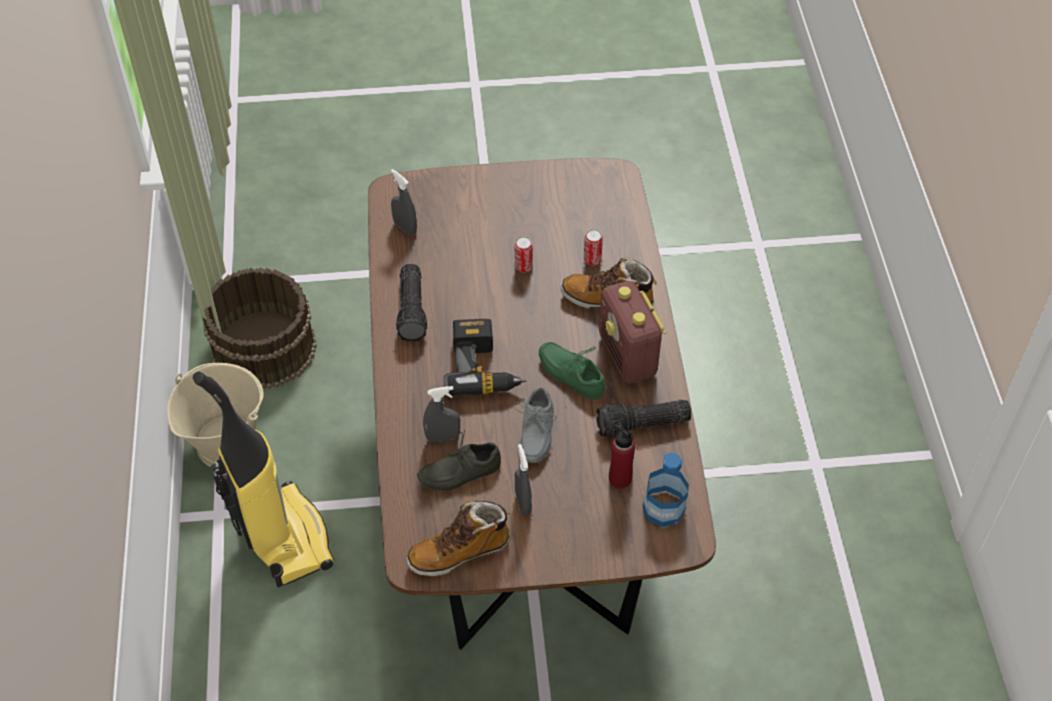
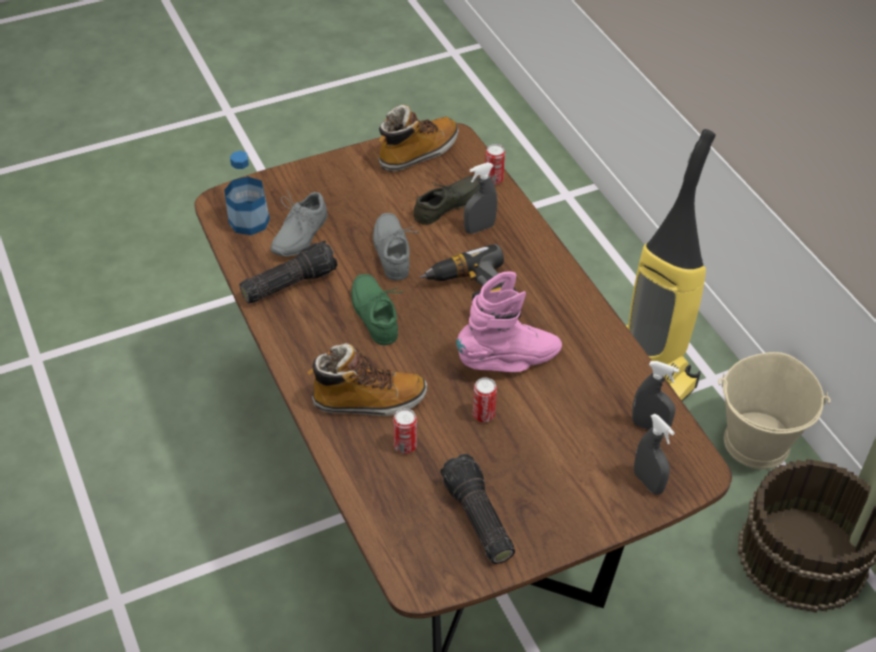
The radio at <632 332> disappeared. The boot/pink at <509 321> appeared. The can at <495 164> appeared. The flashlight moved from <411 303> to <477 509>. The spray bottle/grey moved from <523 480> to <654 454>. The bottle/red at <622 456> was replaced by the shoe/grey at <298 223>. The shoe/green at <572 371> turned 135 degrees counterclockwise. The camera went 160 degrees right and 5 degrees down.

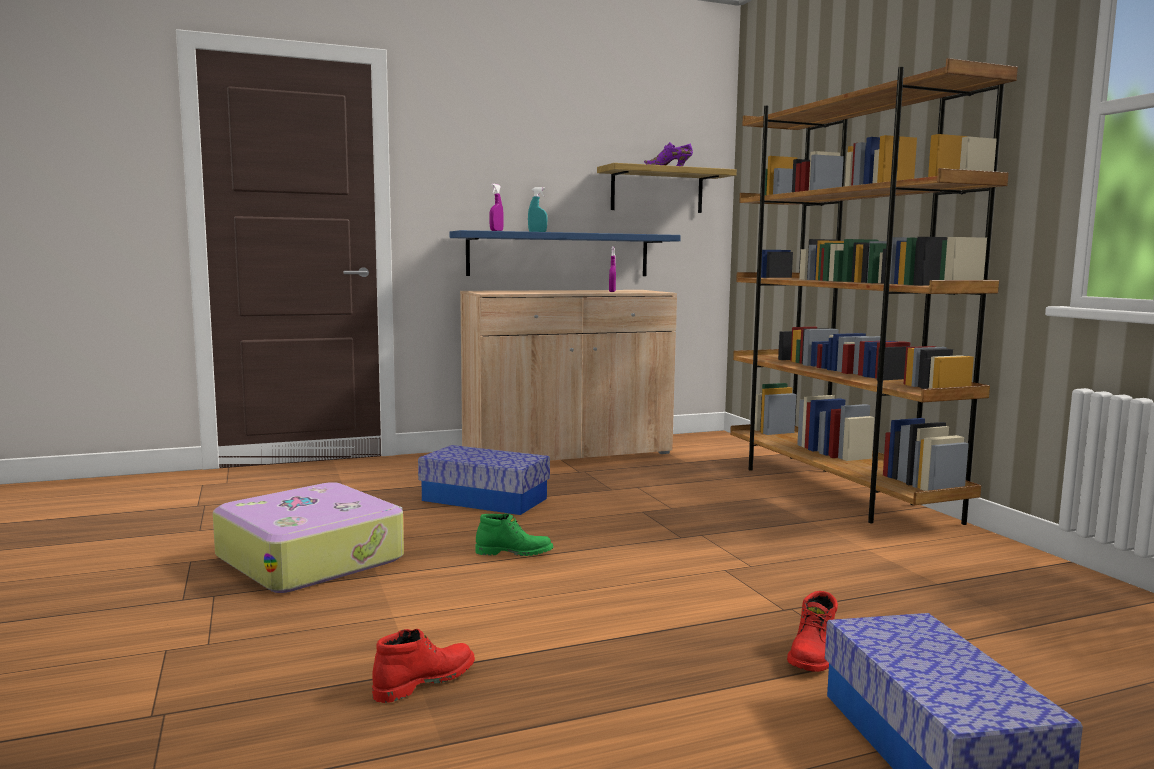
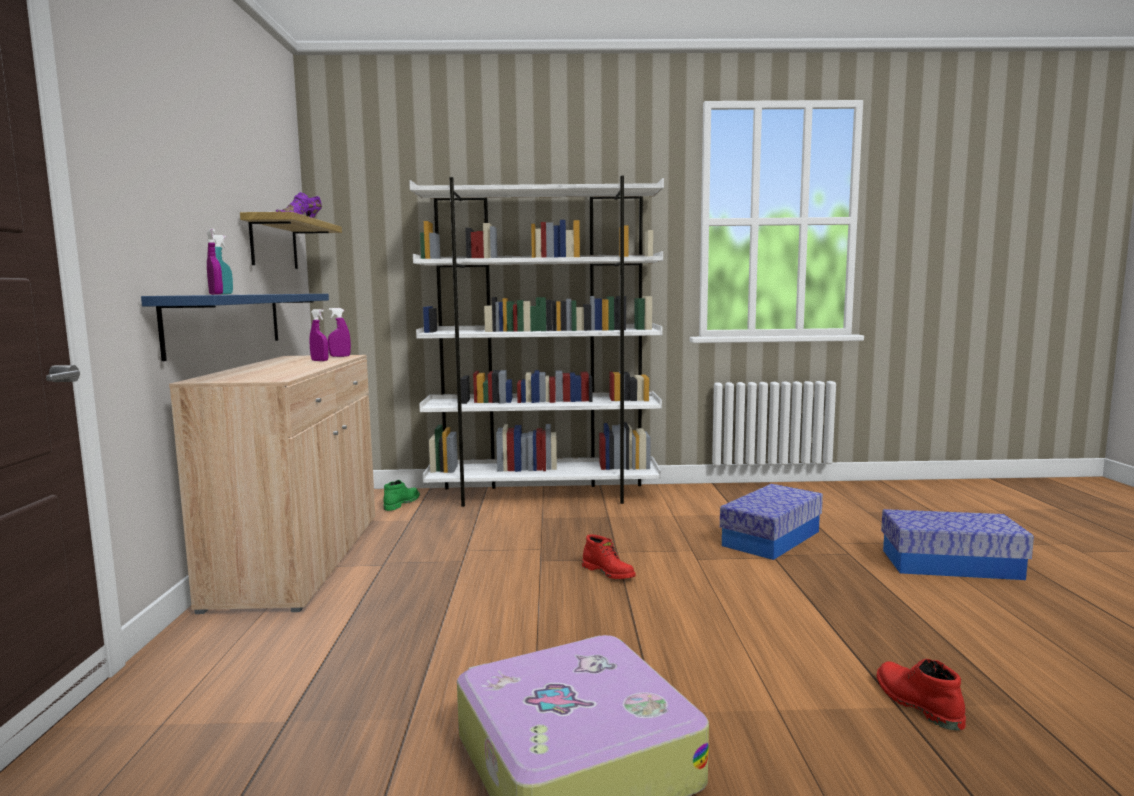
The spray bottle/purple at <339 332> appeared. The storage box moved from <484 480> to <771 522>. The boot/green moved from <514 535> to <401 495>. The boot/red moved from <812 631> to <609 556>. The bookcase/brown at <874 291> became the bookcase/white at <536 341>. The camera went 70 degrees left and 0 degrees up.

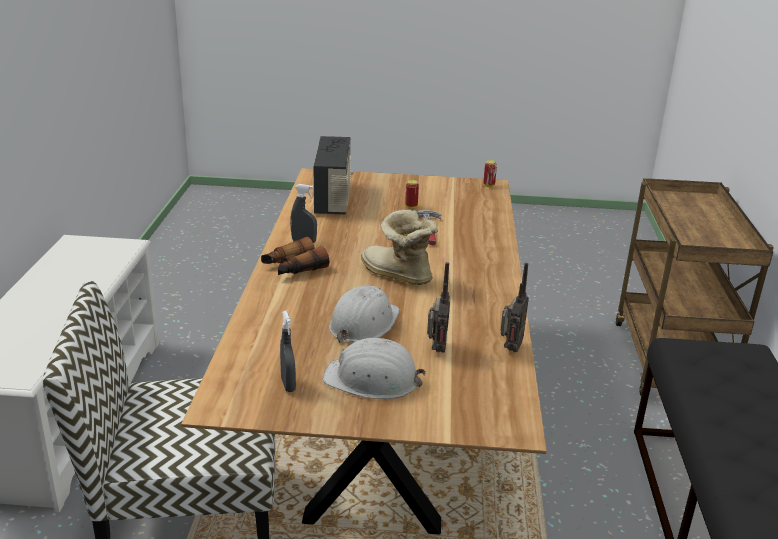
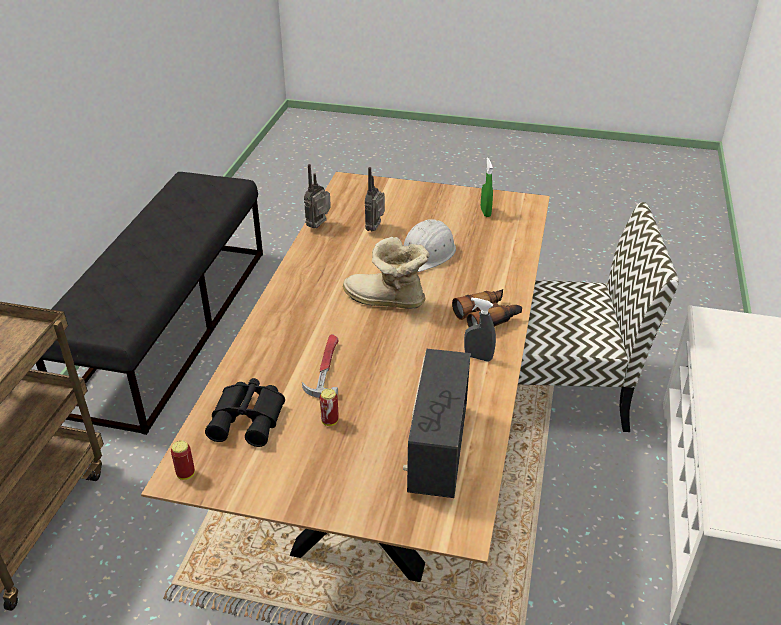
The hard hat/white at <374 368> disappeared. The binoculars/black at <245 412> appeared. The spray bottle/grey at <288 351> became the spray bottle/green at <487 187>. The boot at <399 247> turned 150 degrees clockwise. The camera went 170 degrees left and 10 degrees up.

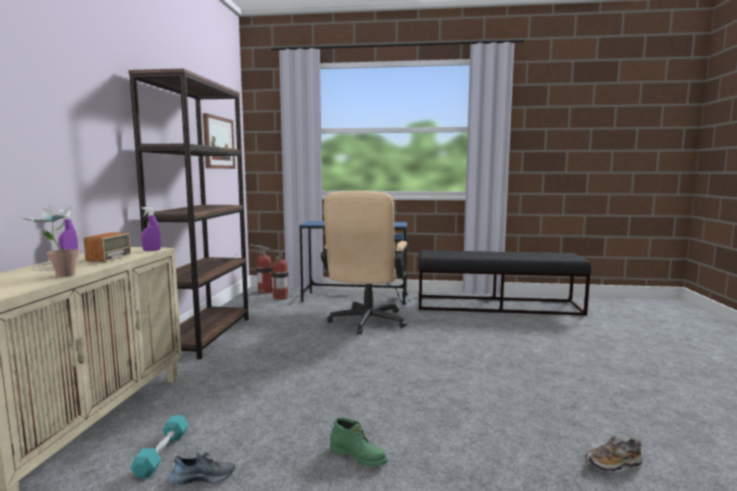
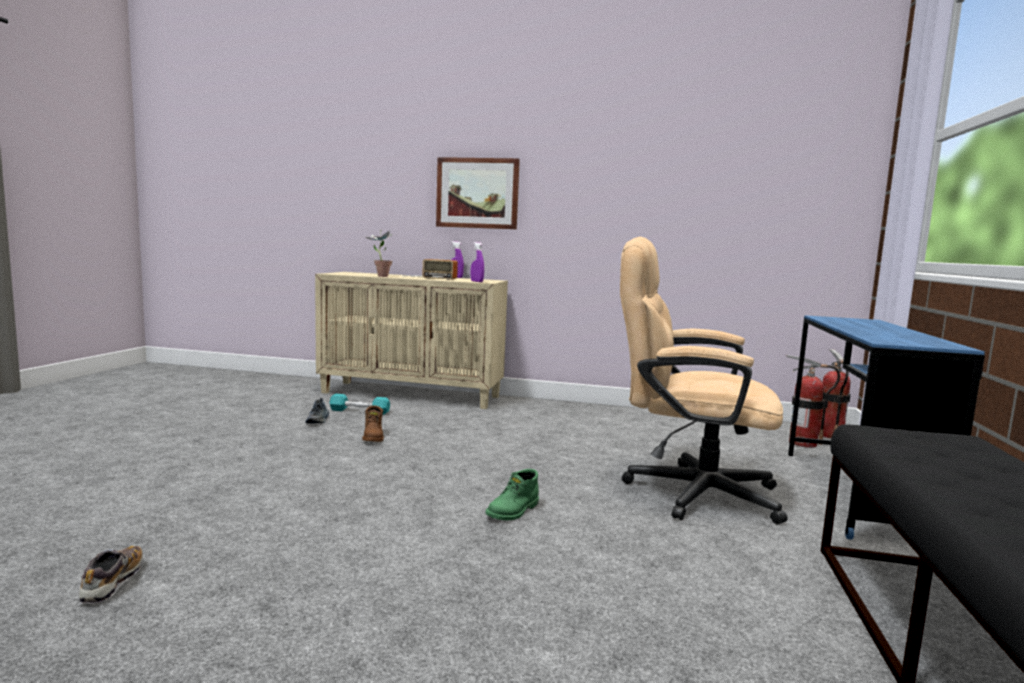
The bookcase/brown at <189 214> disappeared. The boot/brown at <373 424> appeared. The picture moved from <219 141> to <478 193>. The boot/green moved from <359 442> to <512 495>. The camera went 95 degrees right and 0 degrees up.

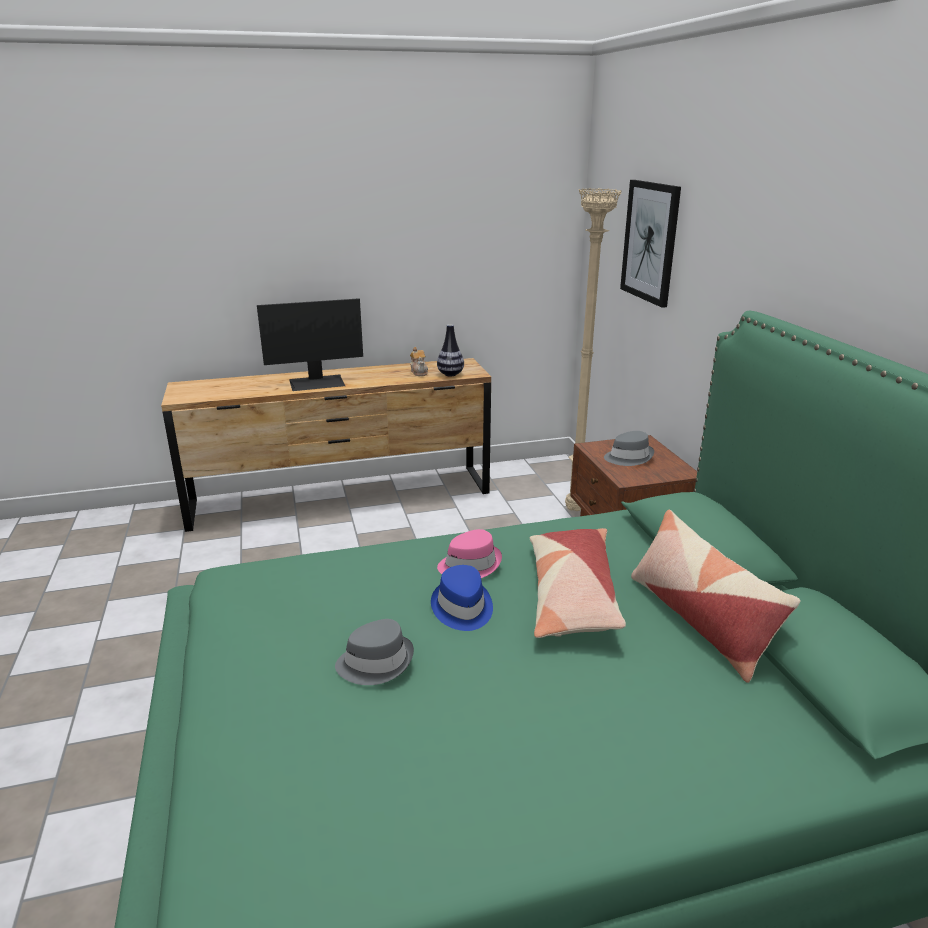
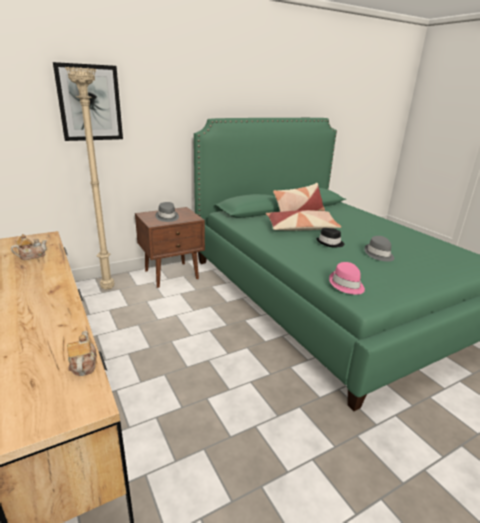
The monitor at <310 344> disappeared. The vase at <450 350> disappeared. The teapot at <82 353> appeared. The hat/pink moved from <469 553> to <347 278>. The hat/blue at <462 598> became the hat/black at <330 237>. The camera went 105 degrees left and 0 degrees up.

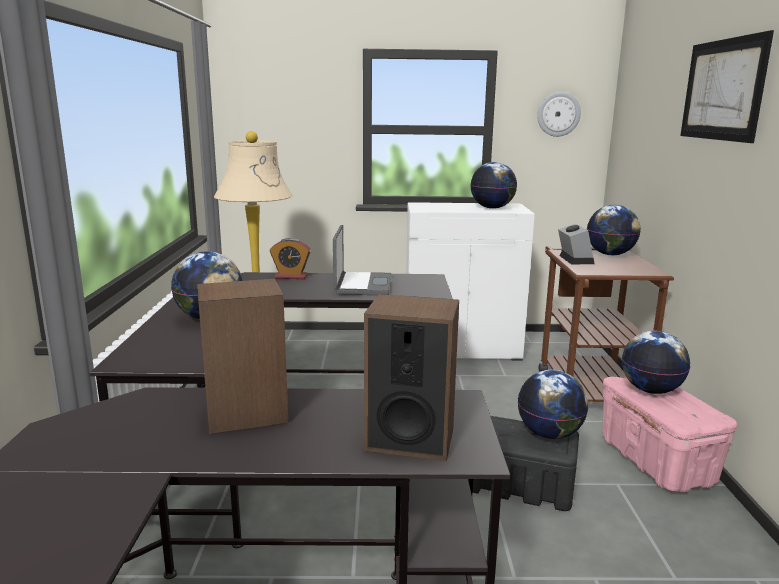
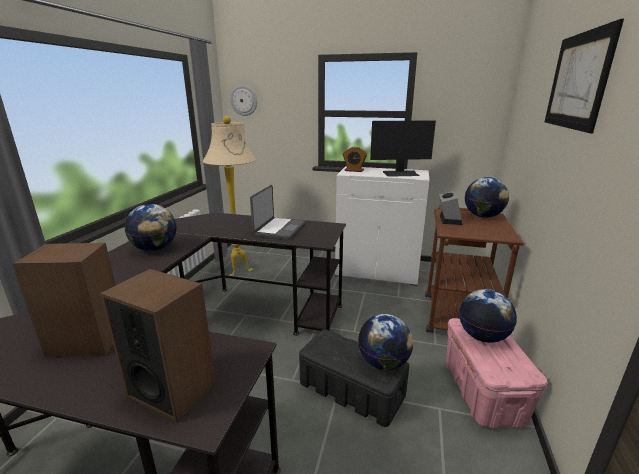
The alarm clock moved from <290 258> to <355 159>. The wall clock moved from <559 114> to <243 100>. The globe at <494 185> was replaced by the monitor at <403 149>. The camera went 15 degrees right and 5 degrees up.

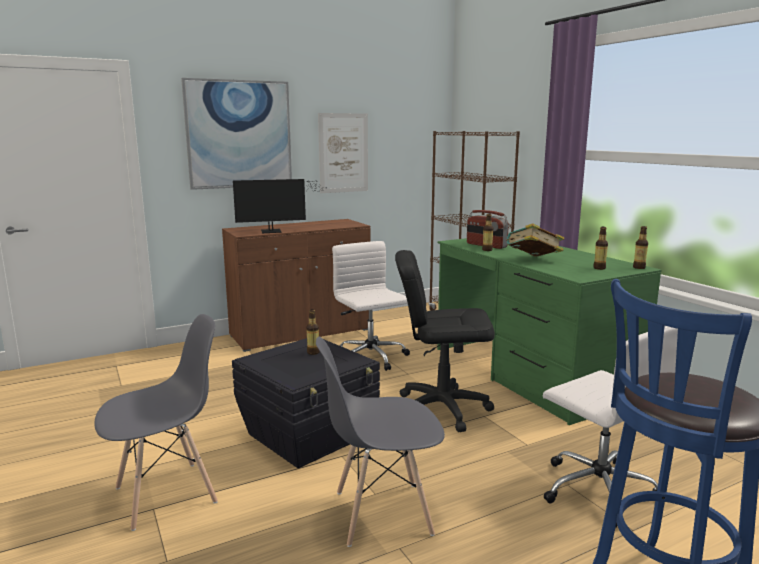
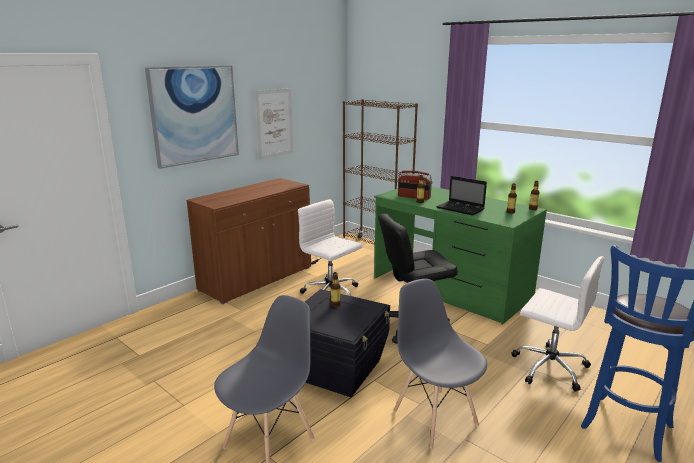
The monitor at <279 206> disappeared. The book at <535 240> was replaced by the laptop at <461 195>. The chair/grey at <380 442> turned 90 degrees clockwise. The camera went 20 degrees left and 5 degrees up.

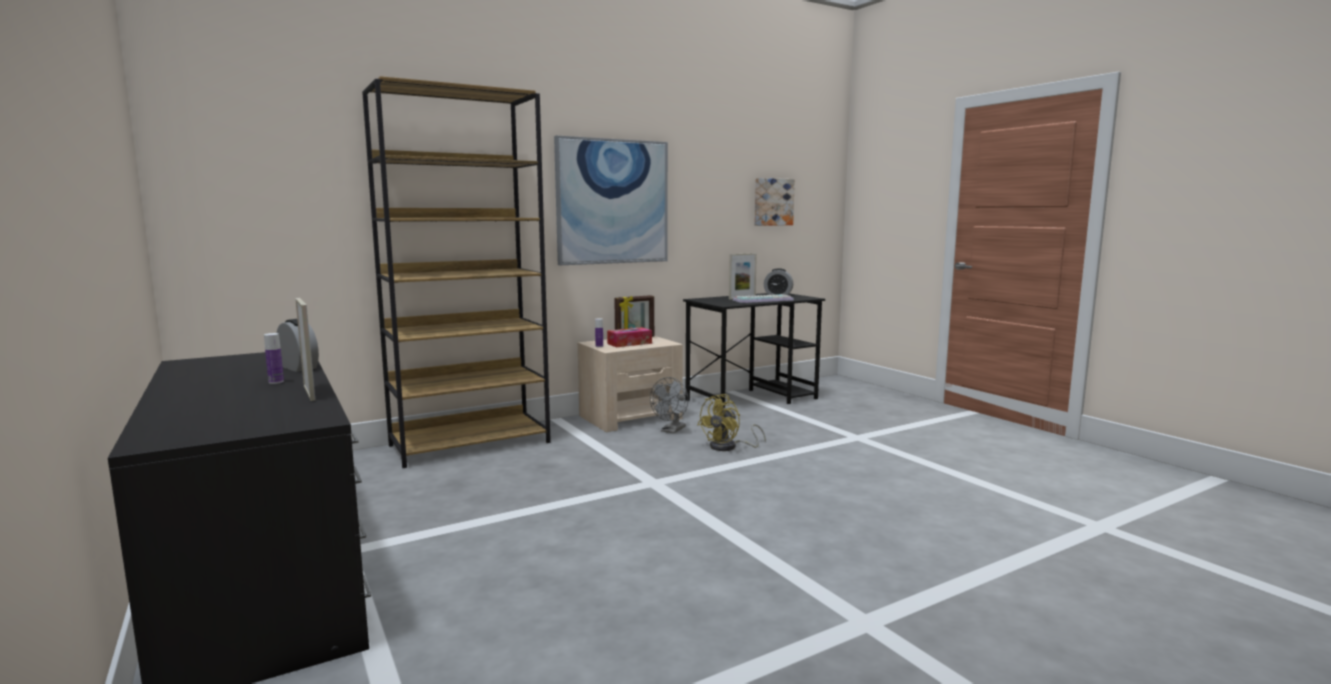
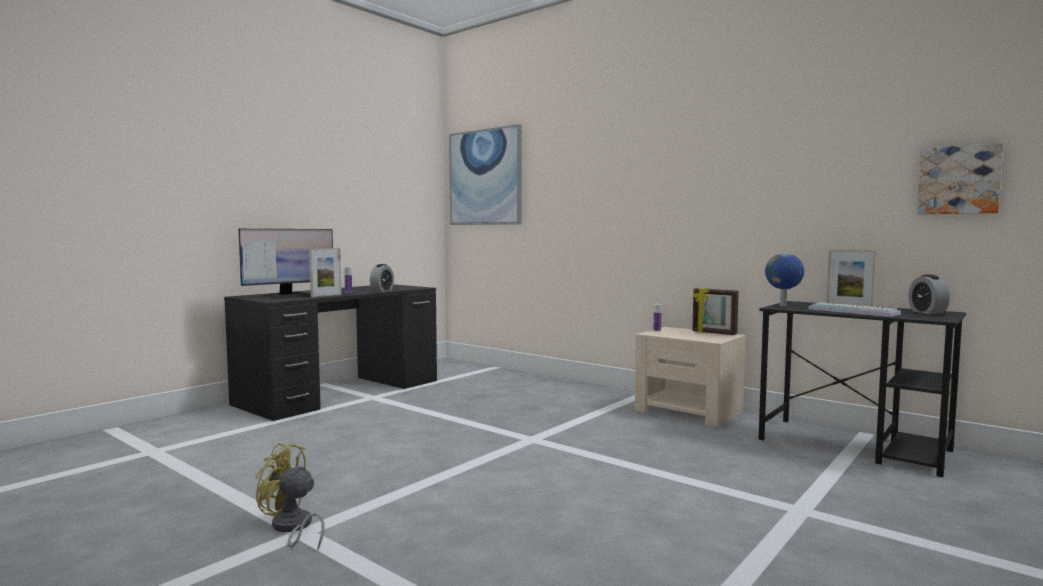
The bookcase/brown at <456 272> disappeared. The tissue box at <629 337> disappeared. The fan/grey at <669 405> disappeared. The monitor at <286 264> appeared. The globe at <784 280> appeared. The picture moved from <611 200> to <485 174>. The fan/yellow moved from <732 422> to <290 496>. The camera went 70 degrees right and 5 degrees down.

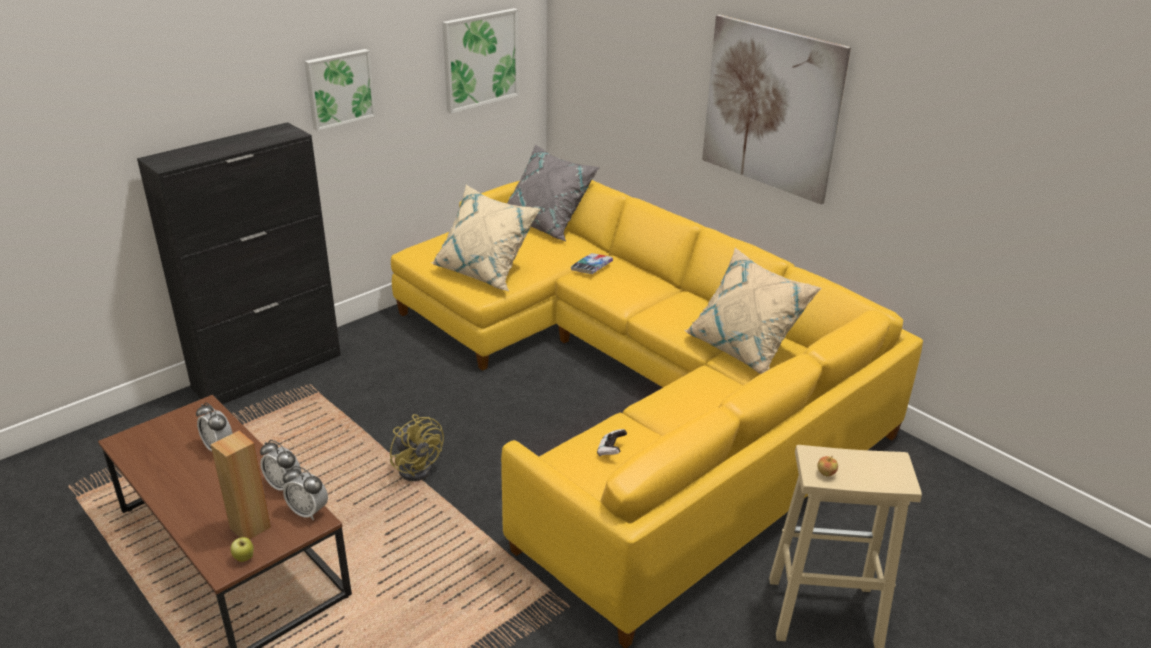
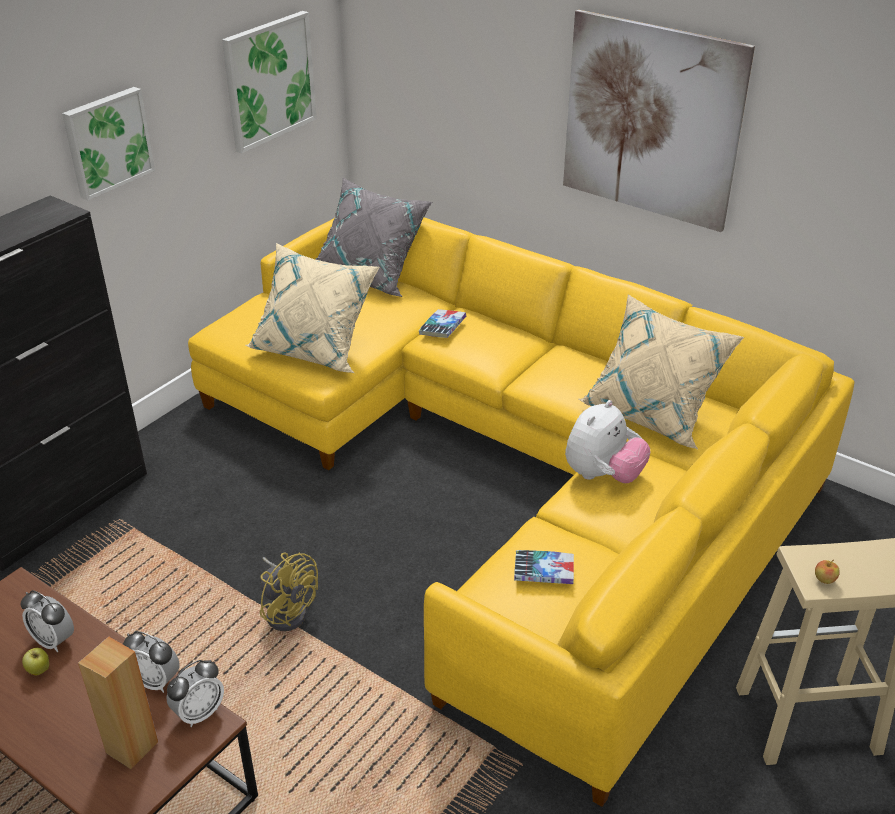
The plush toy at <607 441> appeared. The apple moved from <242 549> to <35 661>. The game controller at <612 442> was replaced by the book at <544 567>. The alarm clock at <305 493> turned 60 degrees counterclockwise. The camera went 10 degrees left and 5 degrees up.

